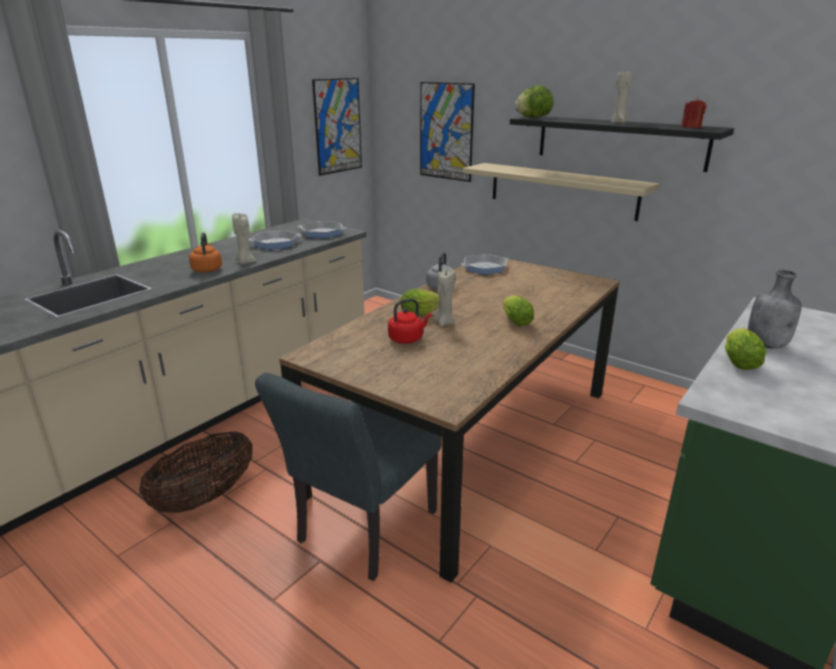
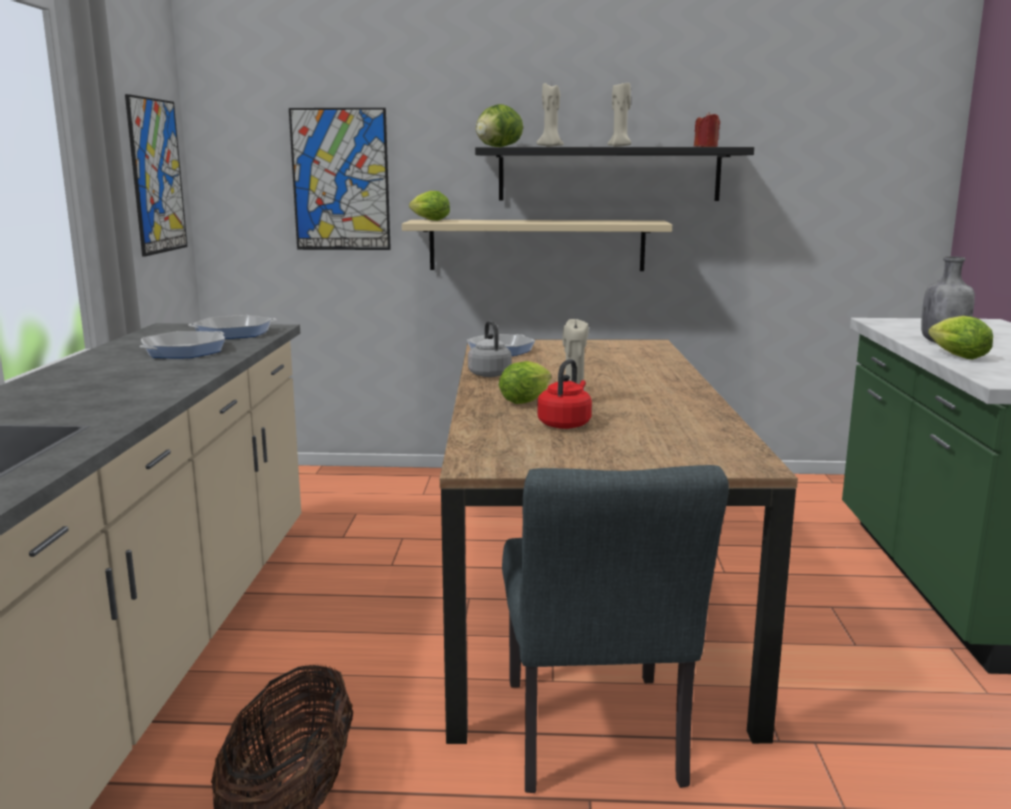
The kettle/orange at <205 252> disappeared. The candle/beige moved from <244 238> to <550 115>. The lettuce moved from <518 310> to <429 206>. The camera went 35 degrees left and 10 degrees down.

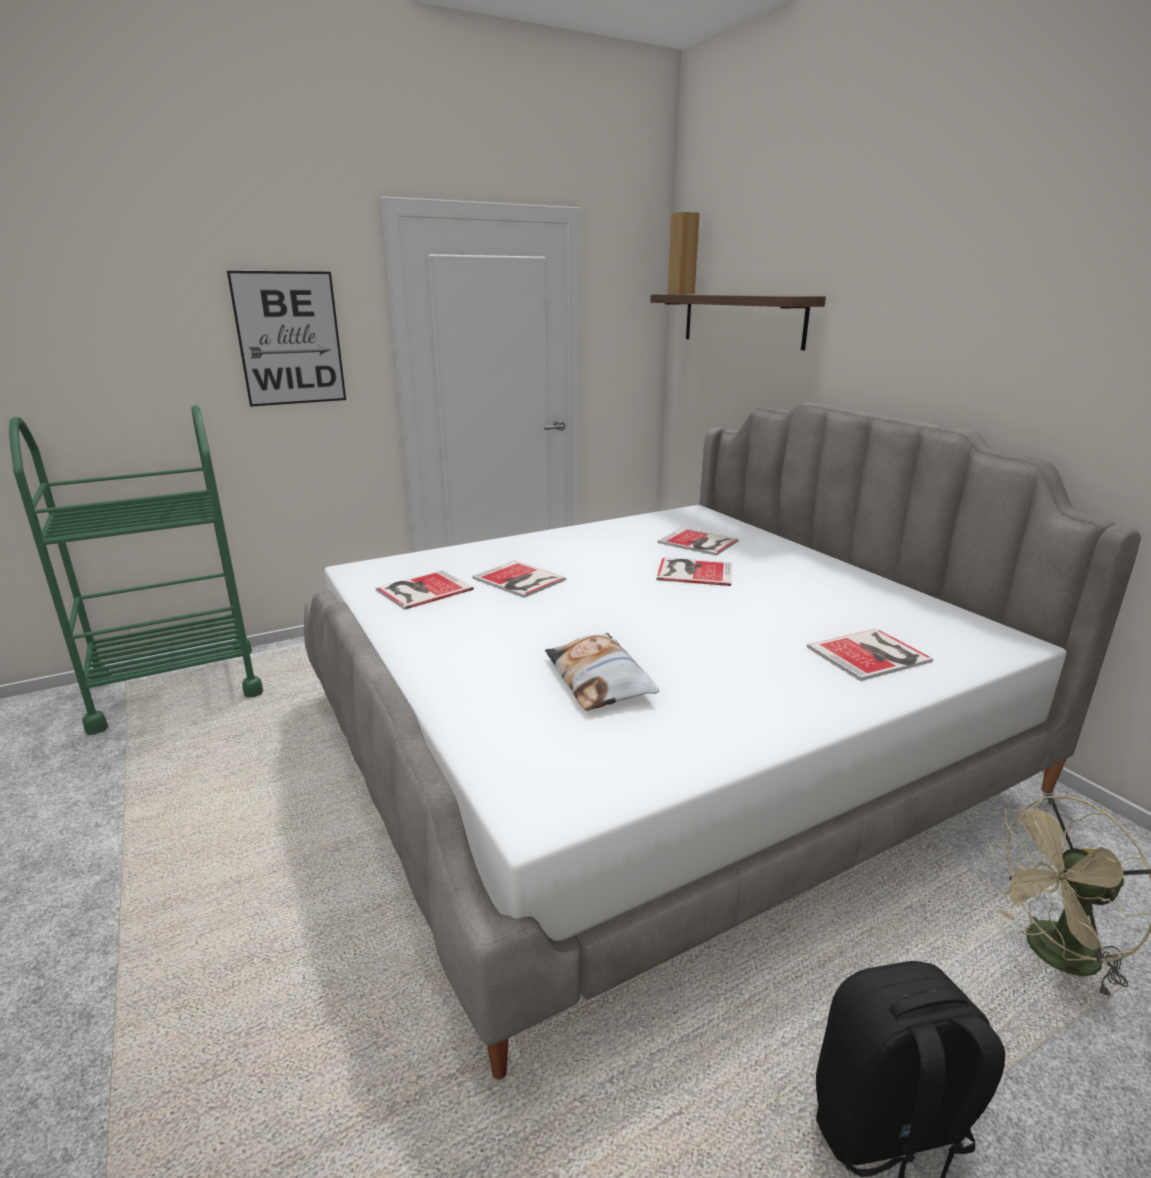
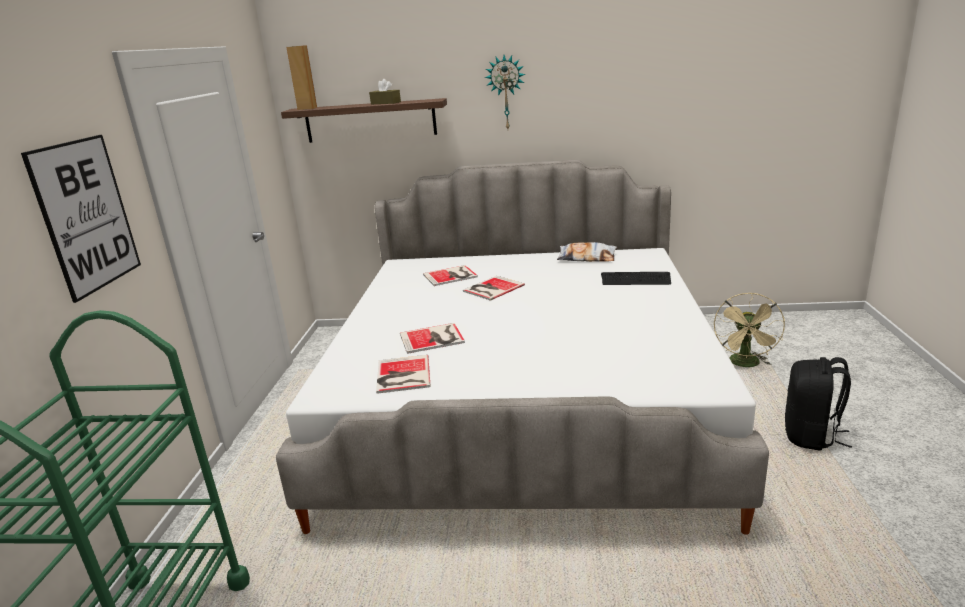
The tissue box/brown at <385 91> appeared. The wall clock at <505 92> appeared. The pillow moved from <602 672> to <587 252>. The book at <870 655> was replaced by the keyboard at <636 278>. The camera went 55 degrees left and 0 degrees up.

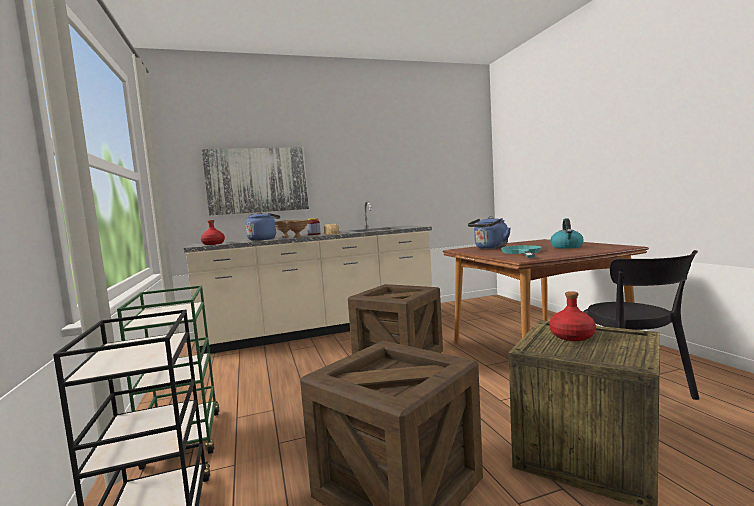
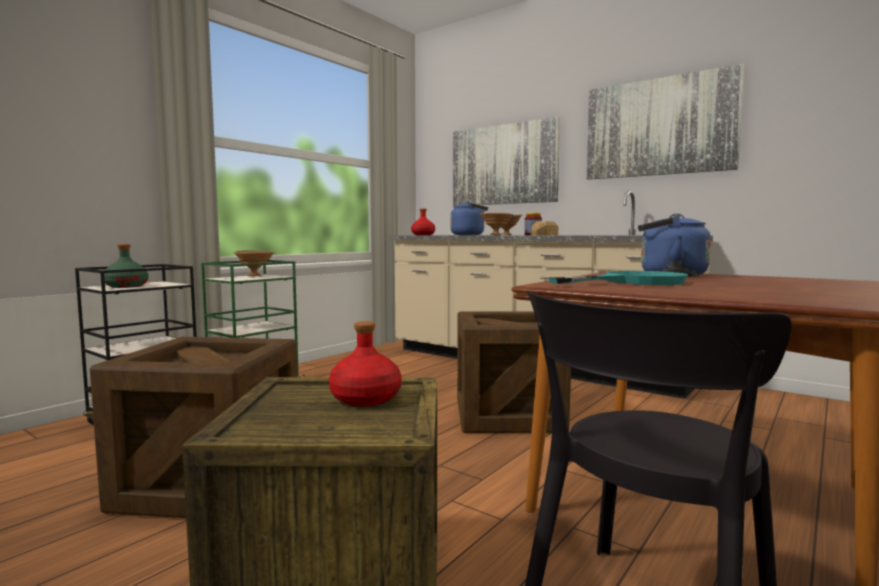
The kettle at <567 233> disappeared. The bottle/green at <126 266> appeared. The bowl/brown at <254 263> appeared. The picture at <665 122> appeared. The camera went 55 degrees right and 0 degrees up.

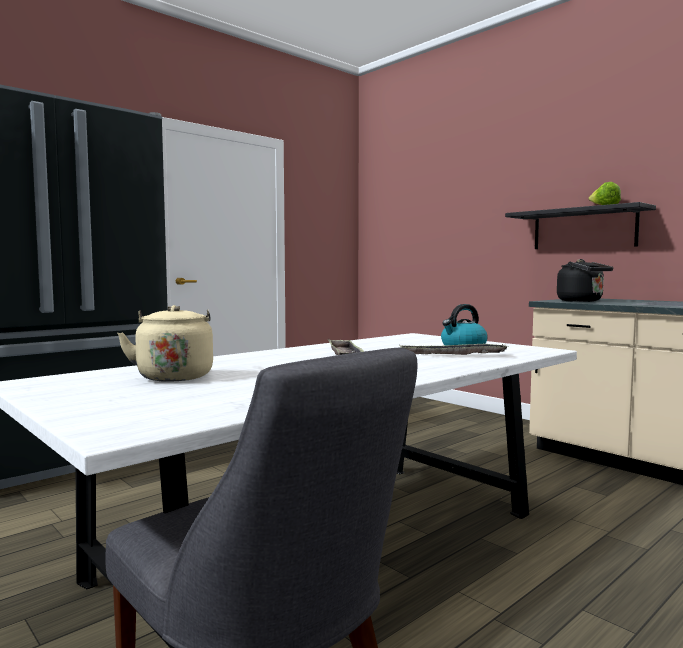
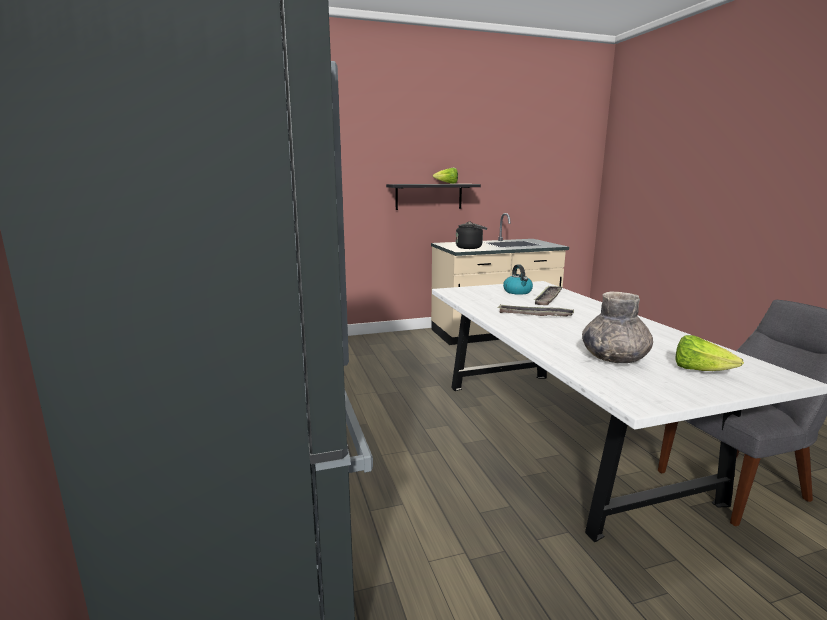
The lettuce at <709 353> appeared. The kettle/beige at <165 343> was replaced by the vase/grey at <617 327>. The camera went 65 degrees left and 10 degrees up.

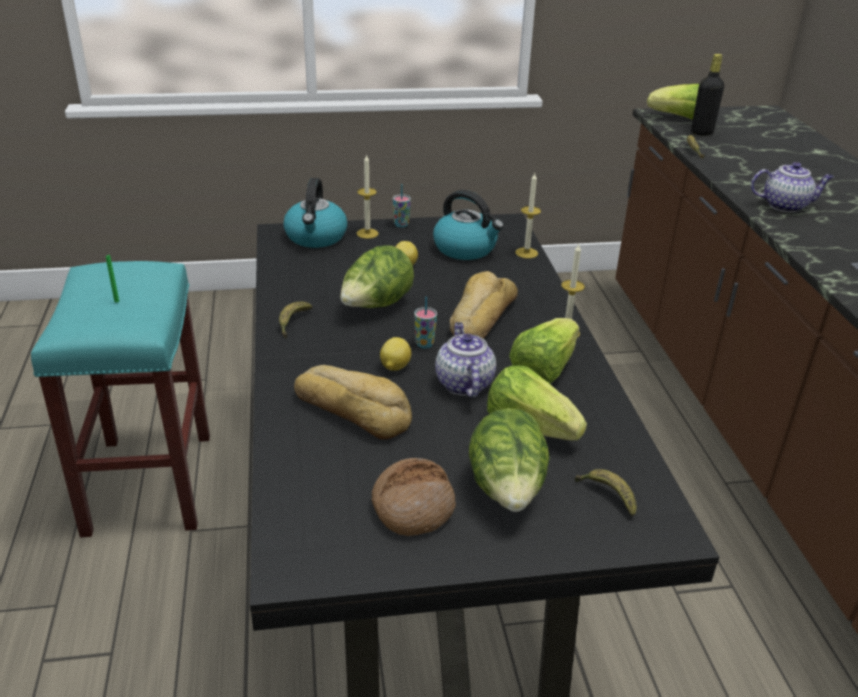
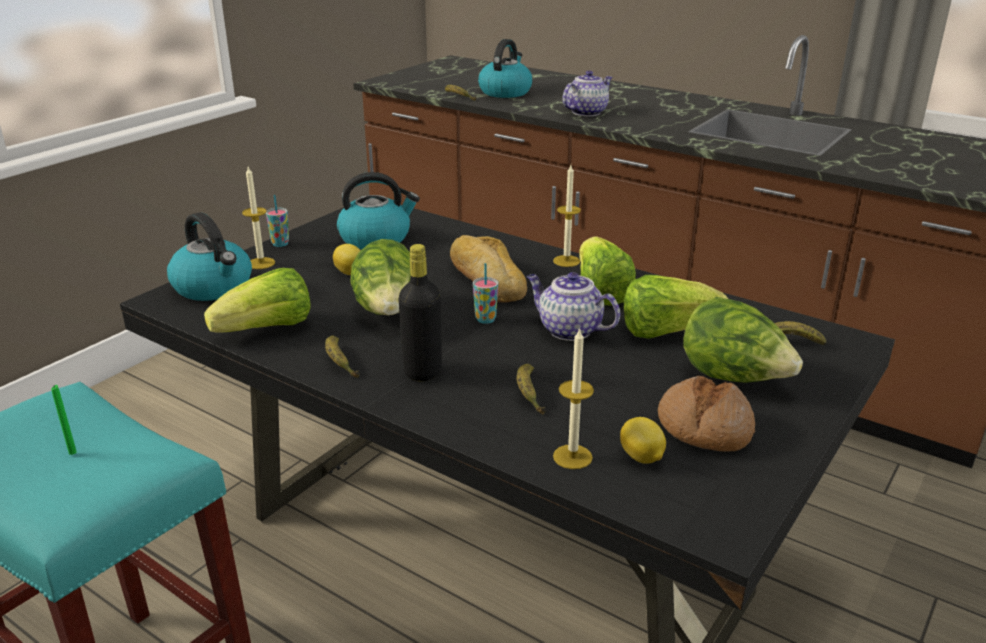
The kettle at <505 68> appeared. The lemon moved from <395 354> to <643 440>. The candle moved from <528 215> to <573 398>. The lettuce moved from <673 102> to <257 300>. The bottle/black moved from <707 95> to <420 312>. The bread at <353 402> was replaced by the banana at <531 389>. The camera went 45 degrees left and 5 degrees down.

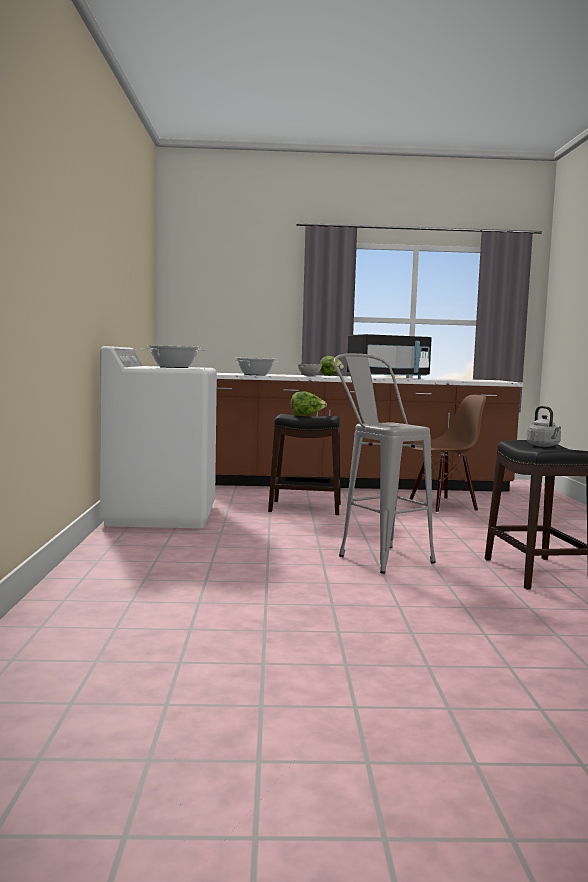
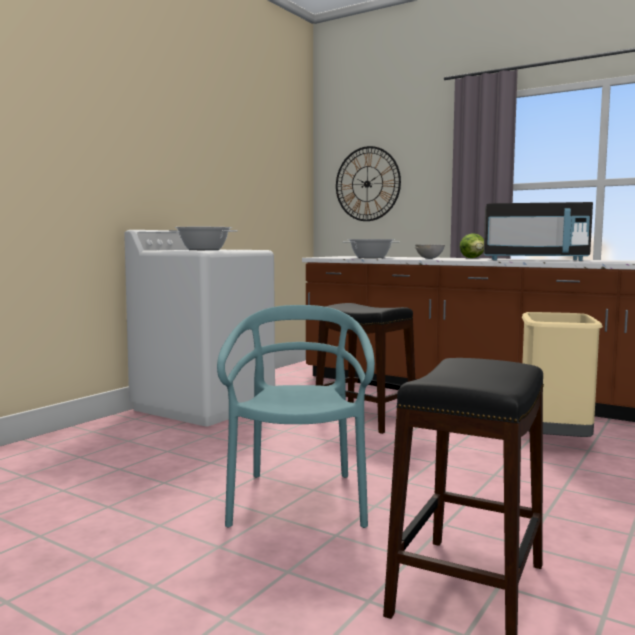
The lettuce at <309 403> disappeared. The kettle/grey at <543 426> disappeared. The wall clock at <368 183> appeared. The stool/grey at <384 463> was replaced by the chair/turquoise at <296 416>. The chair/brown at <447 454> was replaced by the trash can/beige at <562 374>. The camera went 35 degrees right and 0 degrees up.

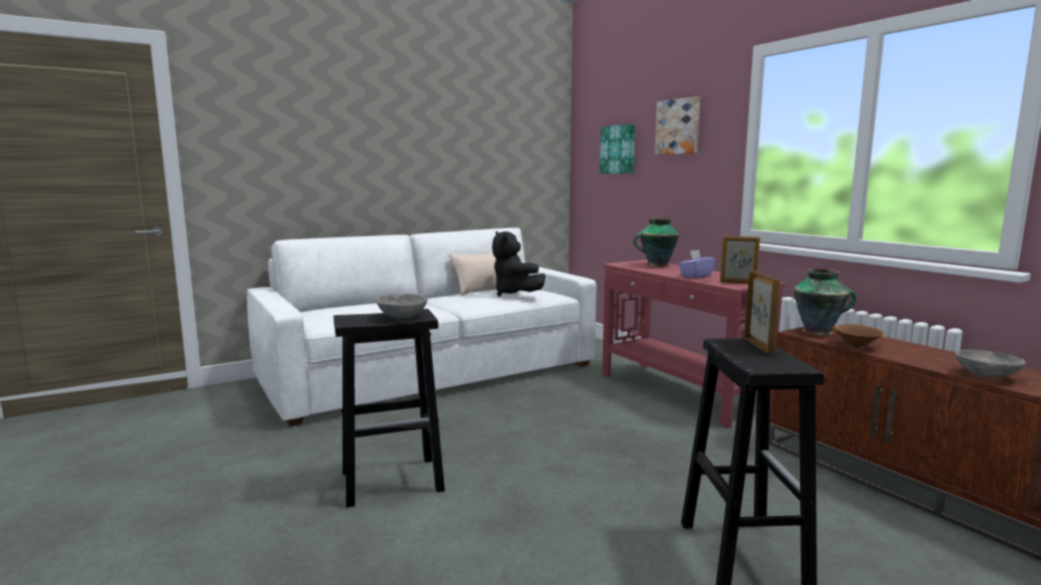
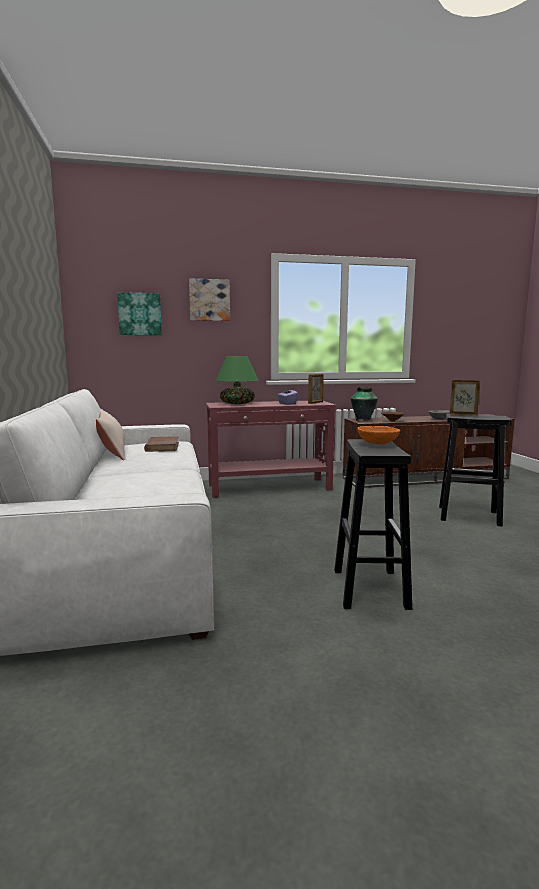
The plush toy/black at <519 263> was replaced by the book/brown at <161 444>. The vase at <656 242> was replaced by the table lamp/green at <237 380>. The bowl/grey at <401 306> became the bowl/orange at <379 435>. The camera went 70 degrees left and 0 degrees up.

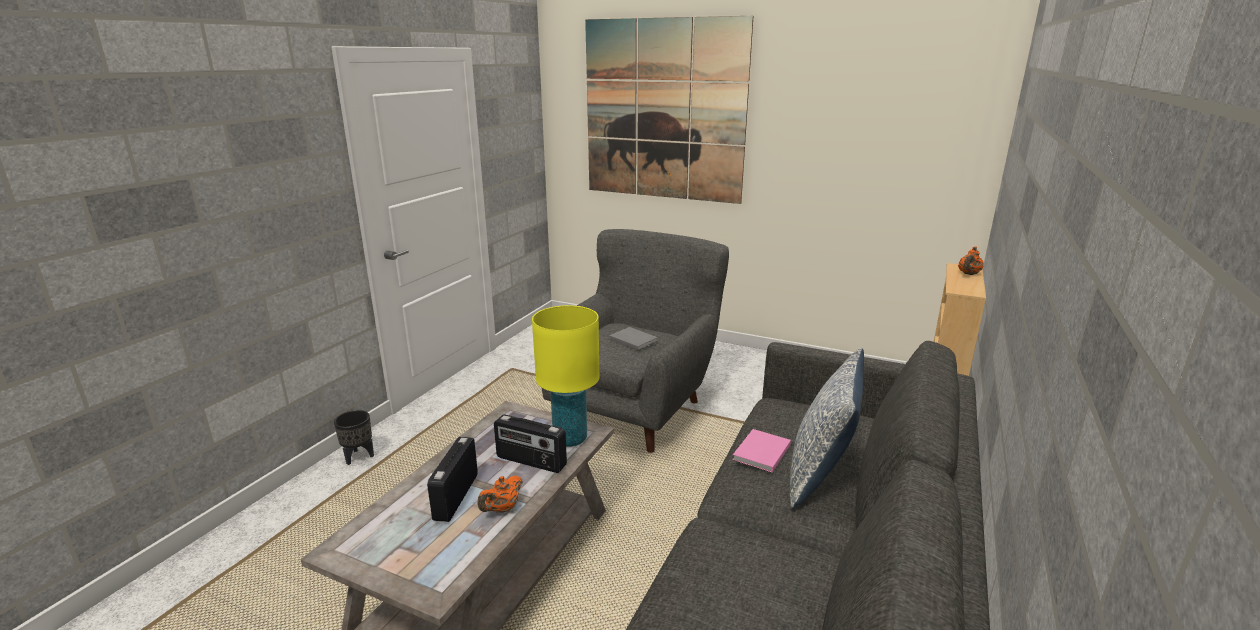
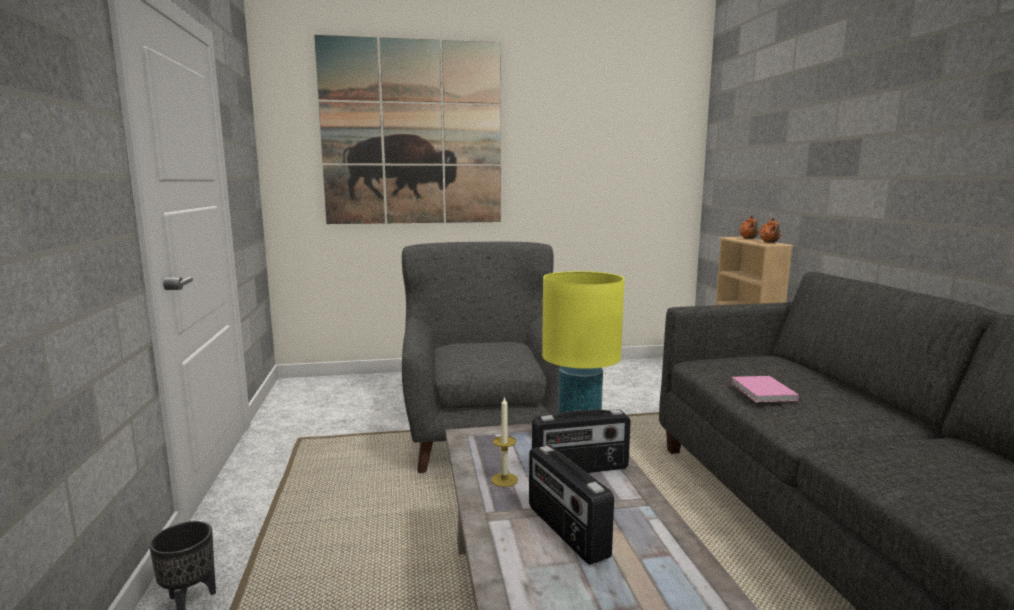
The book/grey at <634 339> disappeared. The pillow at <827 428> disappeared. The candle at <504 441> appeared. The teapot/orange moved from <500 494> to <770 230>. The camera went 35 degrees left and 10 degrees down.

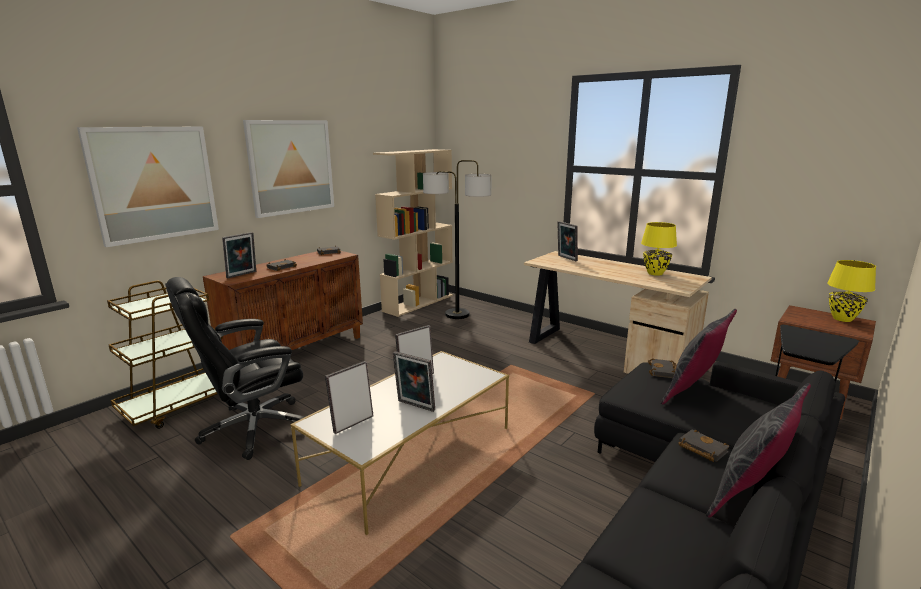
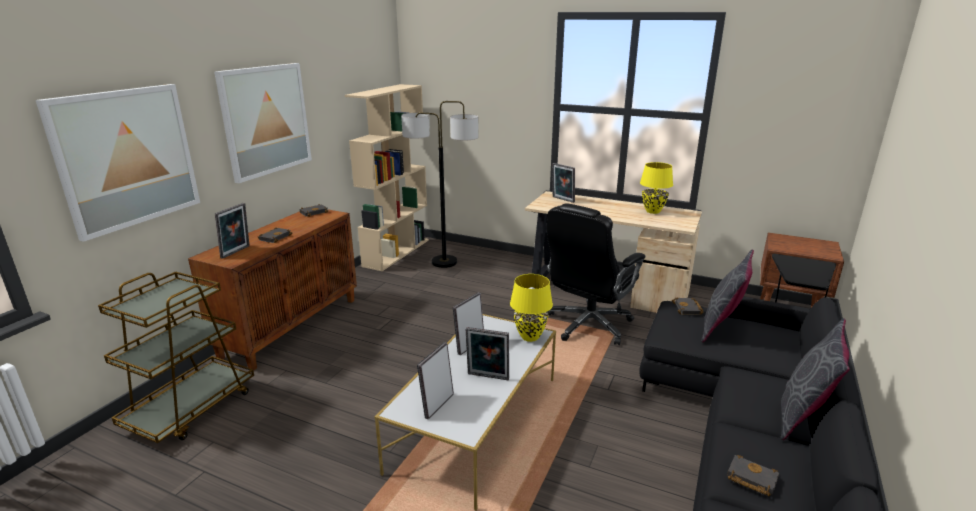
The office chair/black moved from <234 368> to <596 274>. The book/black moved from <703 446> to <753 475>. The table lamp/yellow moved from <851 291> to <531 308>. The camera went 15 degrees left and 5 degrees up.

